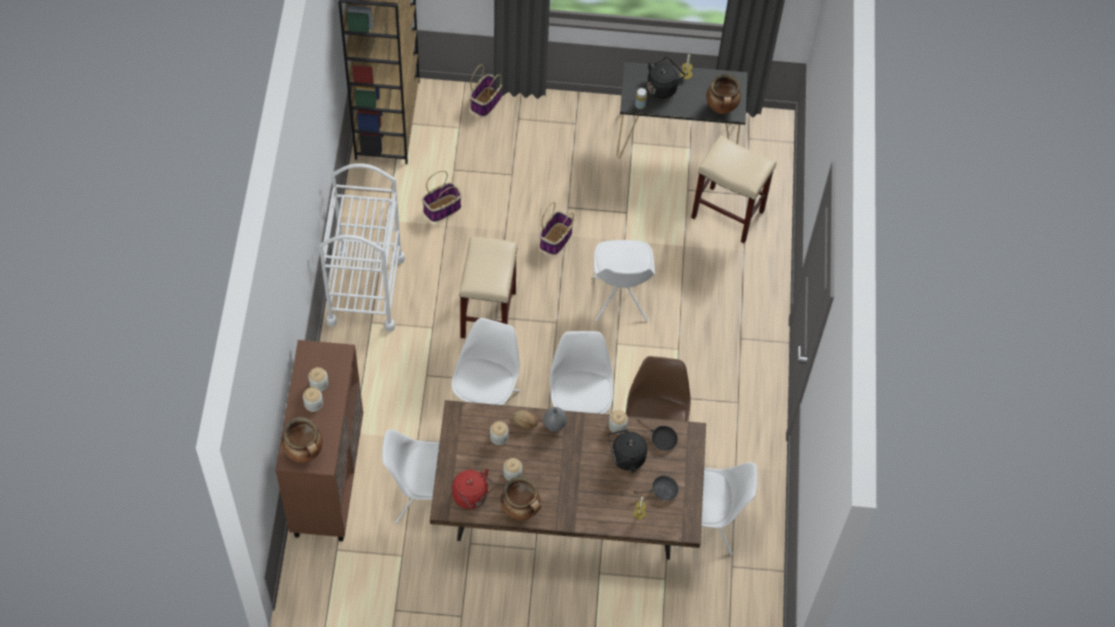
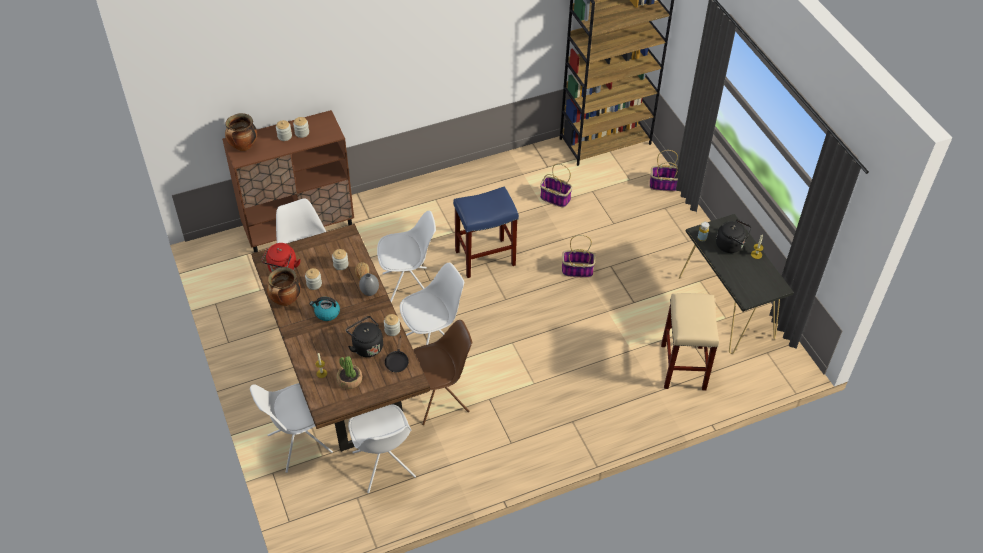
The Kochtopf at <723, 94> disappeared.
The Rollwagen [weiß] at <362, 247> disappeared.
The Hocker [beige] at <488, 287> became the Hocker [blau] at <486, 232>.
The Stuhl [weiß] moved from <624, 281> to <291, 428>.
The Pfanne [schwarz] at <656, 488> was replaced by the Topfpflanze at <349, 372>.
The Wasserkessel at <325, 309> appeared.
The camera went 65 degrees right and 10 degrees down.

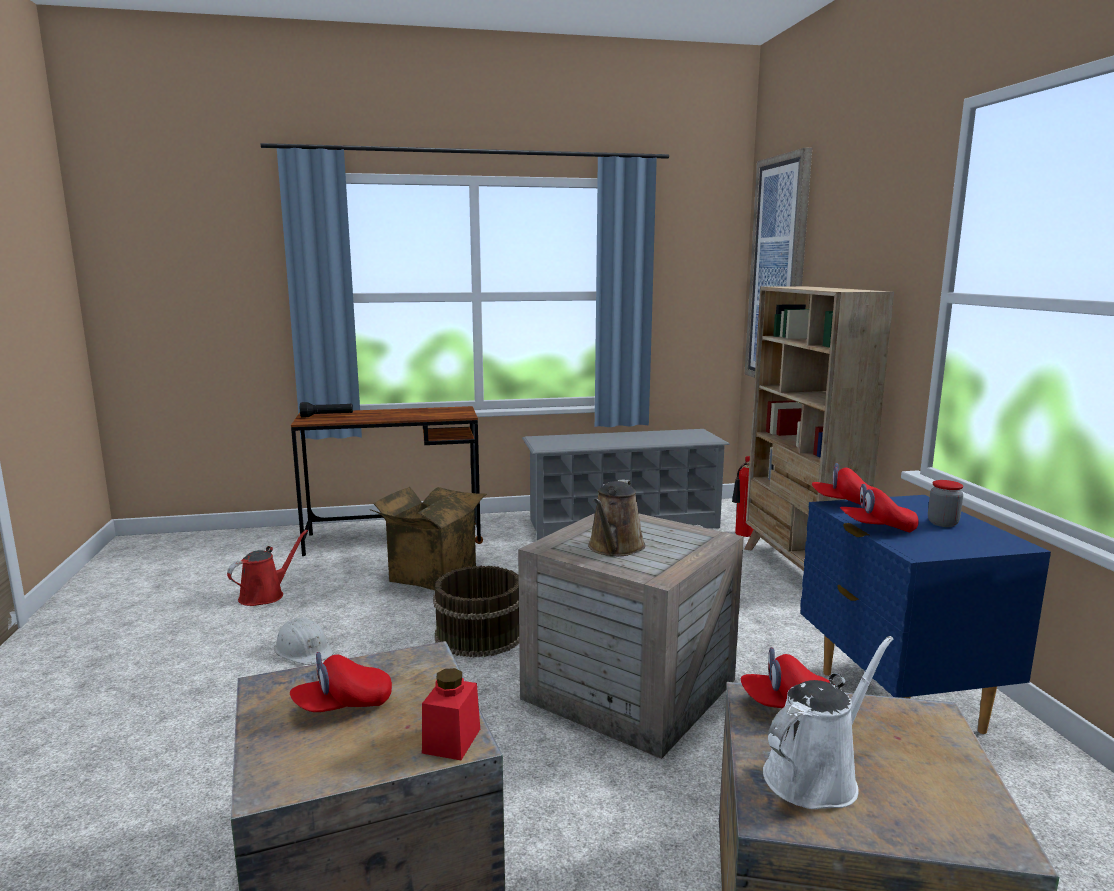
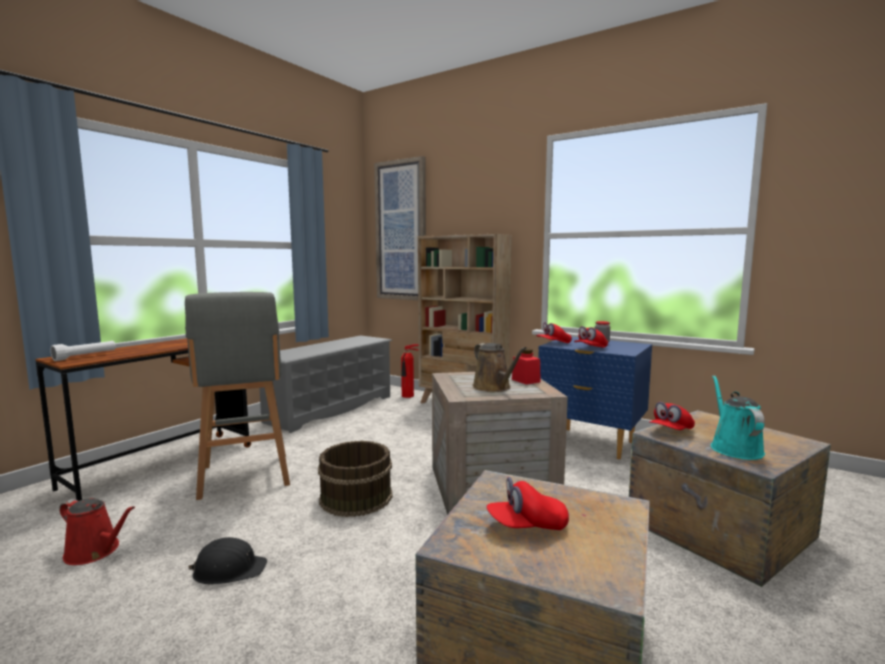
The Taschenlampe [schwarz] at <326, 410> became the Taschenlampe [weiß] at <83, 351>.
The Karton at <428, 538> was replaced by the Hocker [grau] at <237, 396>.
The Gießkanne [rot] at <267, 568> turned 120 degrees clockwise.
The Schutzhelm [weiß] at <304, 641> became the Schutzhelm [schwarz] at <227, 561>.
The Gießkanne [weiß] at <828, 722> became the Gießkanne [türkis] at <738, 417>.
The Kappe [rot] at <341, 682> turned 60 degrees clockwise.
The Vorratsglas [rot] moved from <451, 714> to <526, 366>.
The camera went 45 degrees left and 5 degrees down.

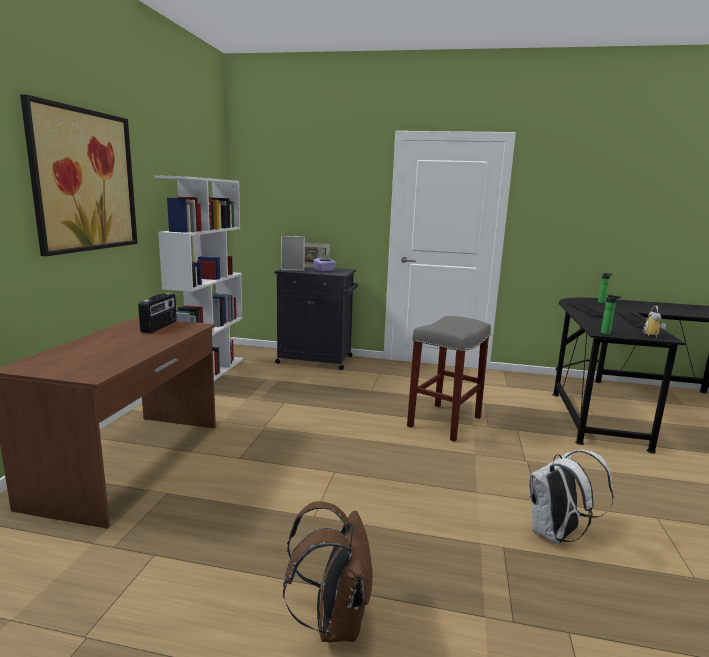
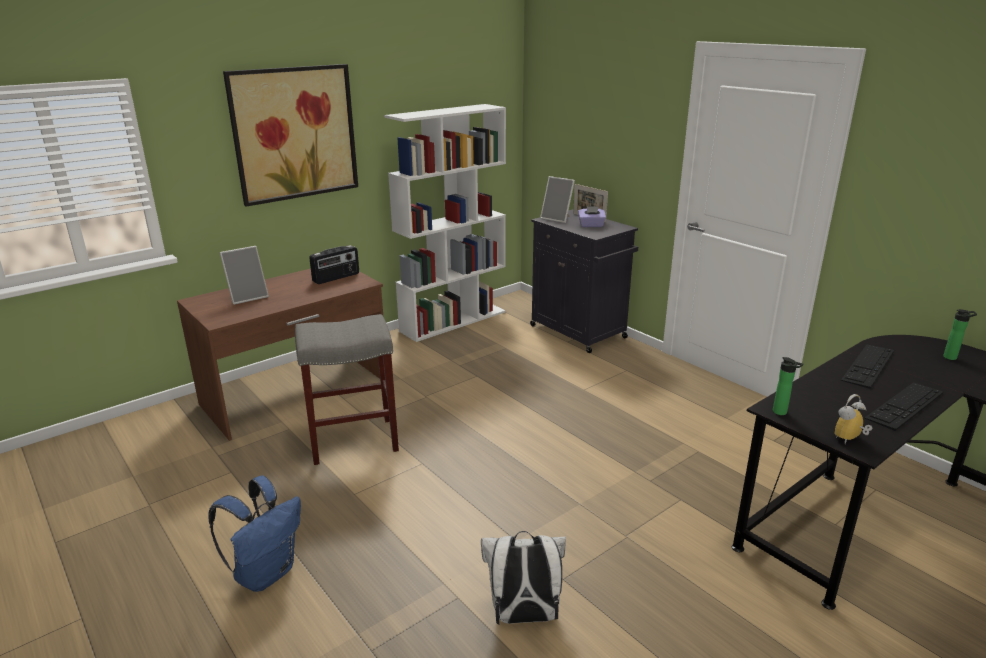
The Hocker [grau] moved from <449, 379> to <347, 389>.
The Rucksack [braun] at <328, 571> became the Rucksack [blau] at <254, 533>.
The Bilderrahmen at <244, 275> appeared.
The camera went 40 degrees right and 10 degrees up.

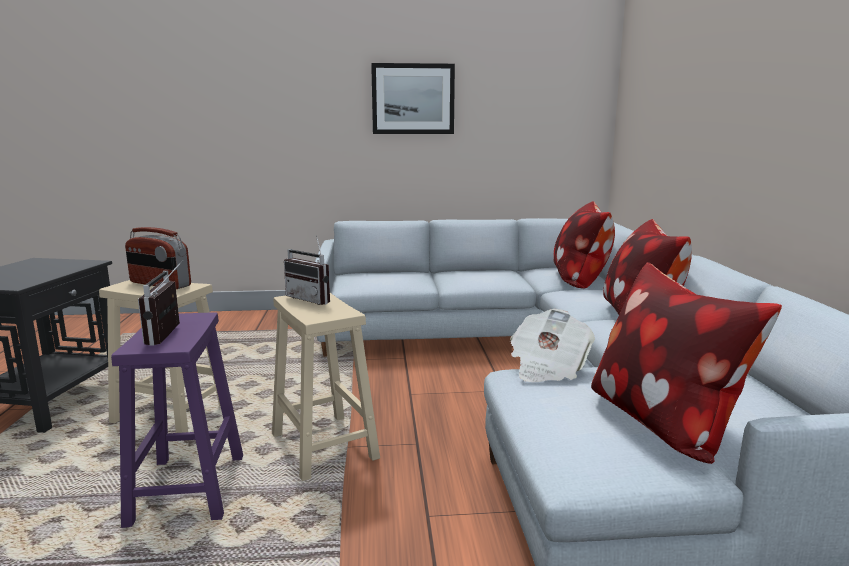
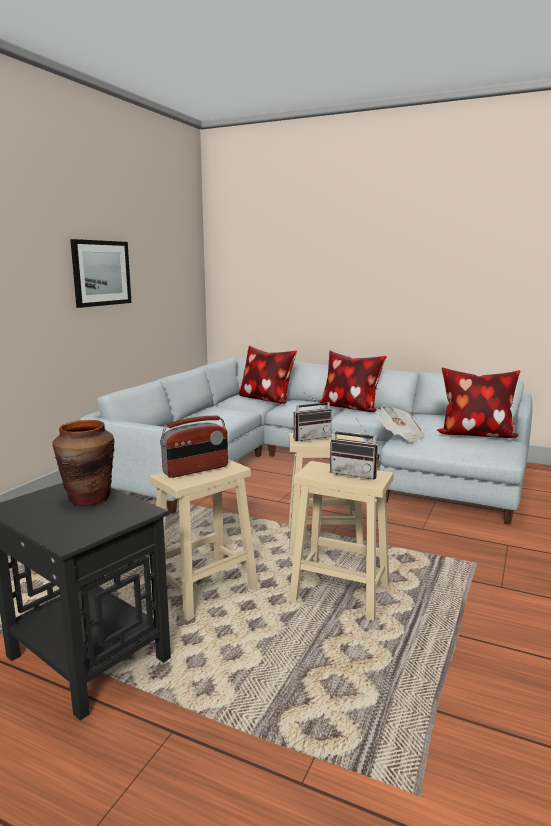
The Hocker [lila] at <177, 420> became the Hocker [beige] at <341, 541>.
The Vase [braun] at <83, 463> appeared.
The camera went 60 degrees left and 0 degrees up.

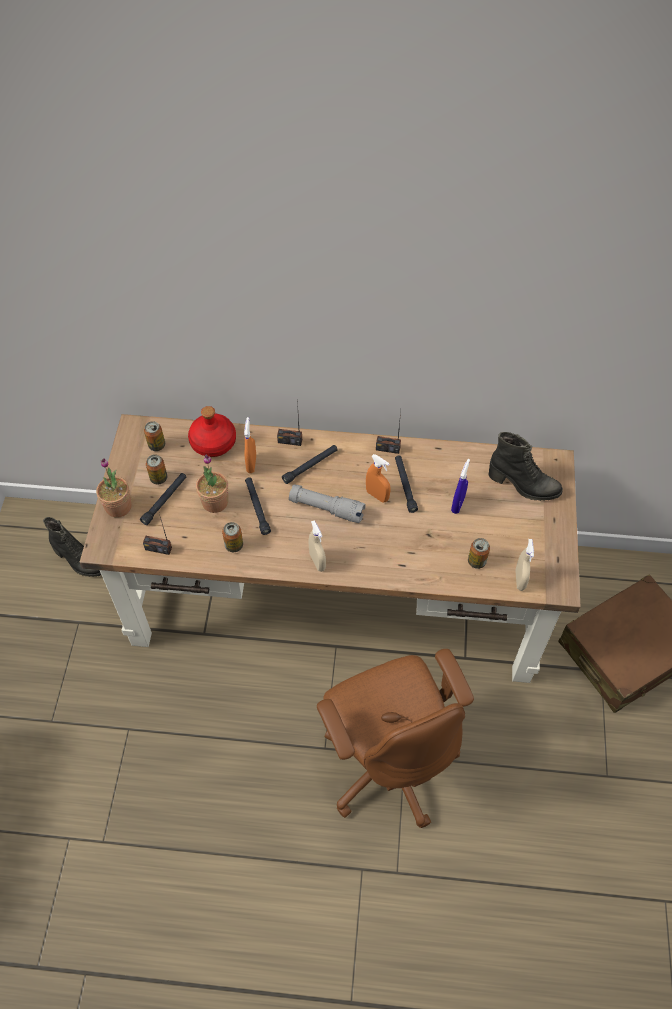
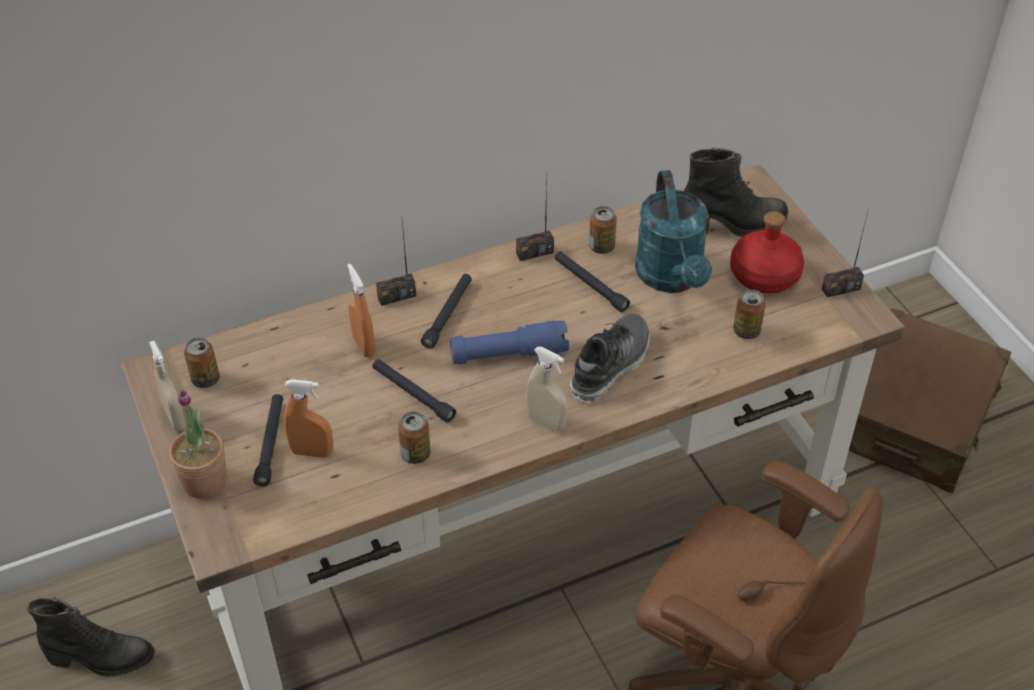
The Flasche [rot] moved from <212, 431> to <767, 252>.
The Sprühflasche [orange] moved from <378, 478> to <308, 418>.
The Dose moved from <156, 470> to <603, 230>.
The Topfpflanze at <212, 484> disappeared.
The Sprühflasche [blau] at <460, 486> was replaced by the Gießkanne [türkis] at <673, 231>.
The Taschenlampe [grau] at <327, 503> became the Taschenlampe [blau] at <509, 342>.
The Radio moved from <157, 532> to <845, 254>.
The Sprühflasche [beige] moved from <524, 565> to <167, 385>.
The Schuh at <610, 358> appeared.
The camera went 30 degrees left and 10 degrees down.

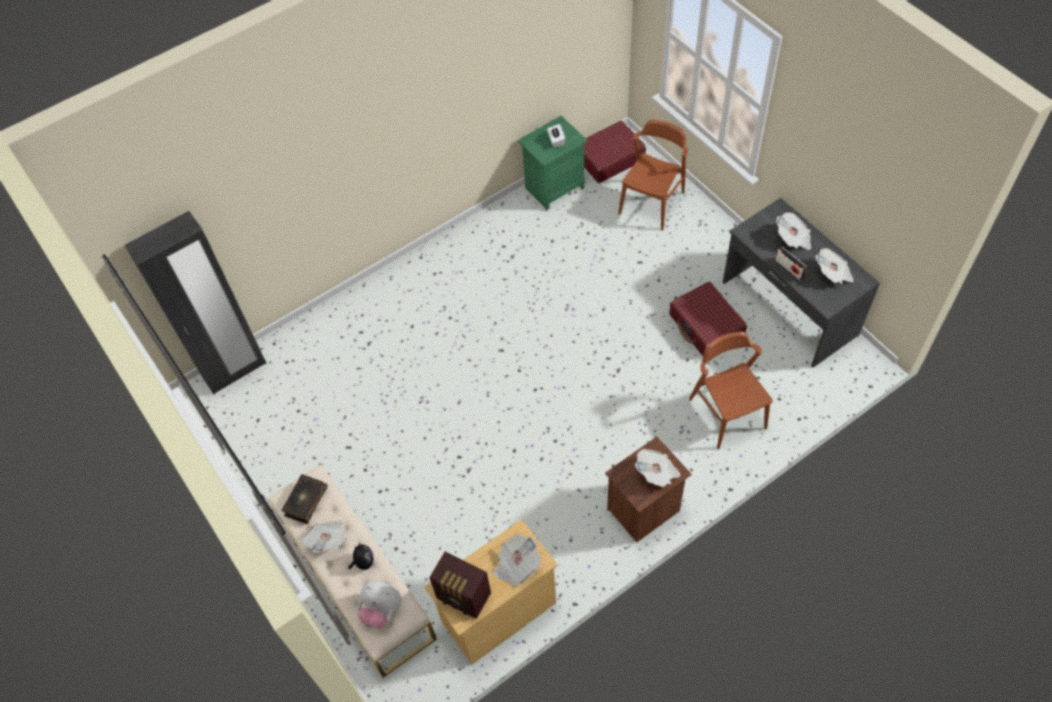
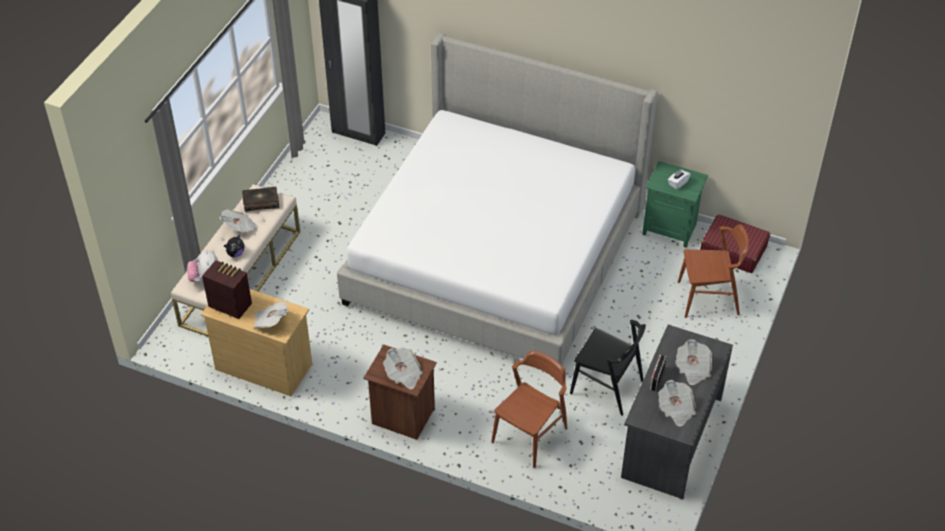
The Koffer [rot] at <708, 319> was replaced by the Stuhl [schwarz] at <608, 368>.
The Radio at <460, 585> turned 120 degrees clockwise.
The Bett at <497, 199> appeared.
The camera went 55 degrees right and 10 degrees down.

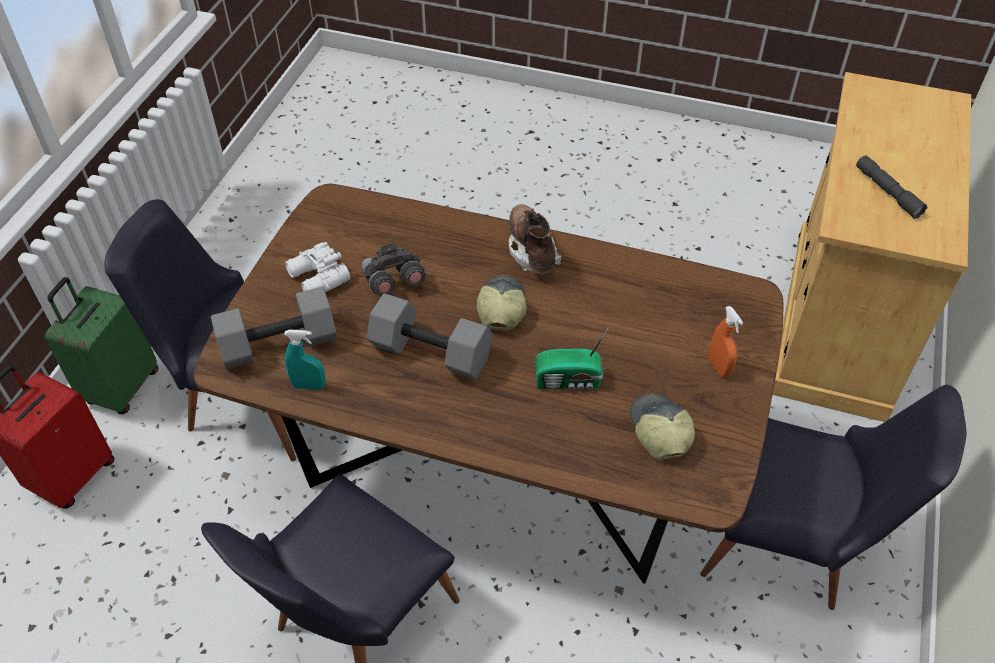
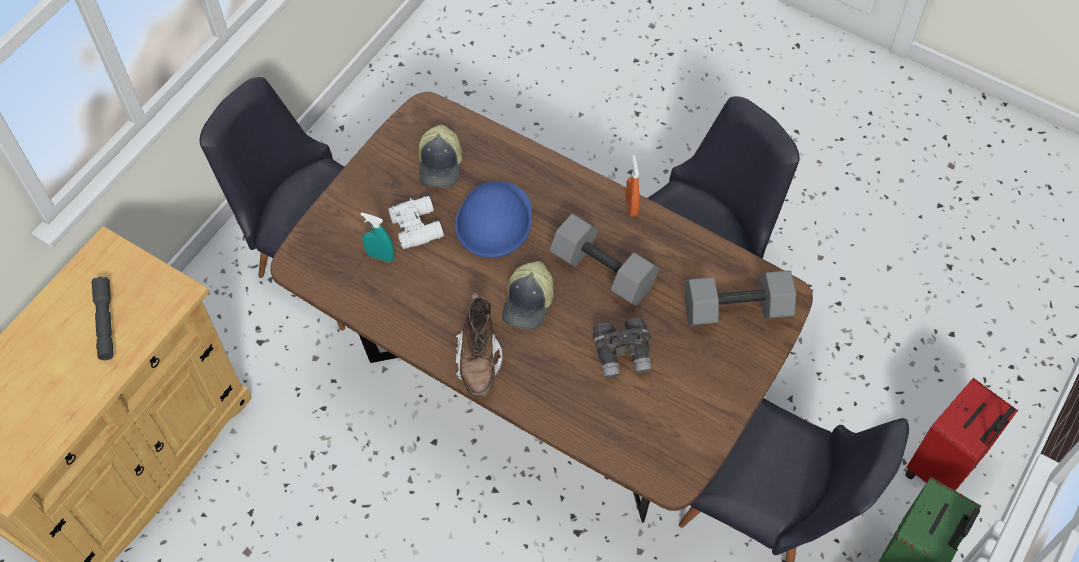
The Fernglas [weiß] moved from <318, 267> to <416, 222>.
The Sprühflasche [orange] moved from <726, 342> to <633, 186>.
The Radio at <571, 359> was replaced by the Schutzhelm [blau] at <493, 219>.
The Sprühflasche [türkis] moved from <305, 360> to <377, 237>.
The camera went 165 degrees left and 10 degrees up.

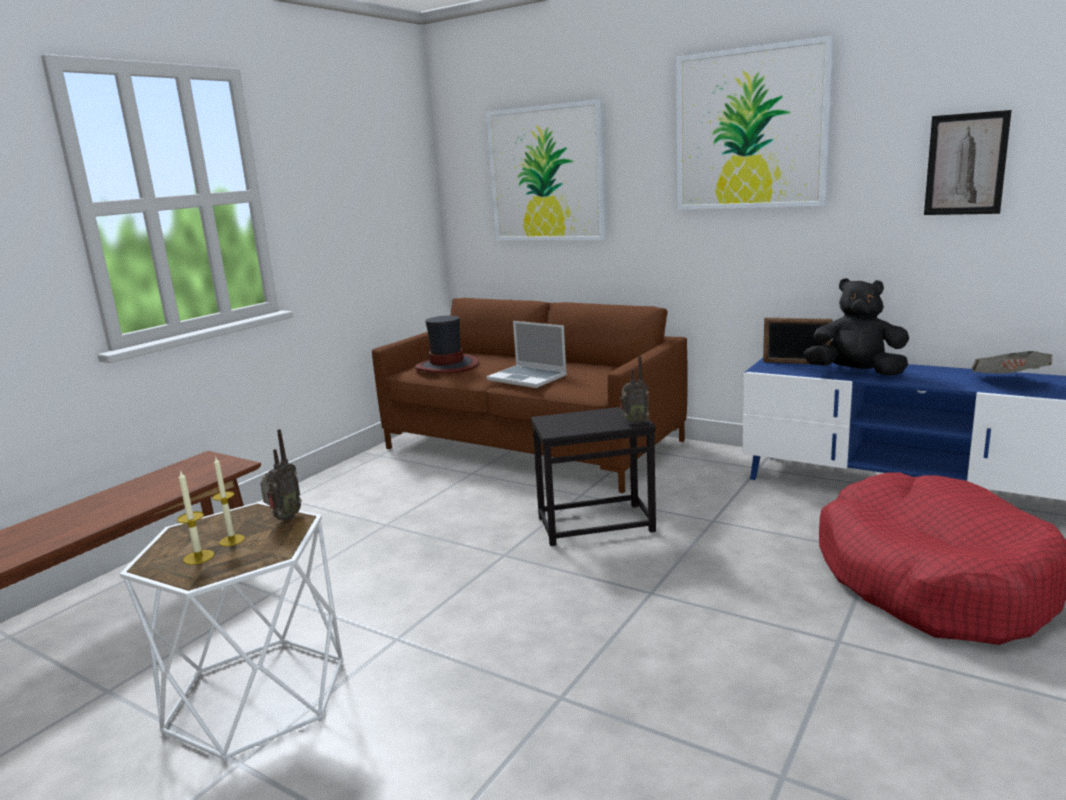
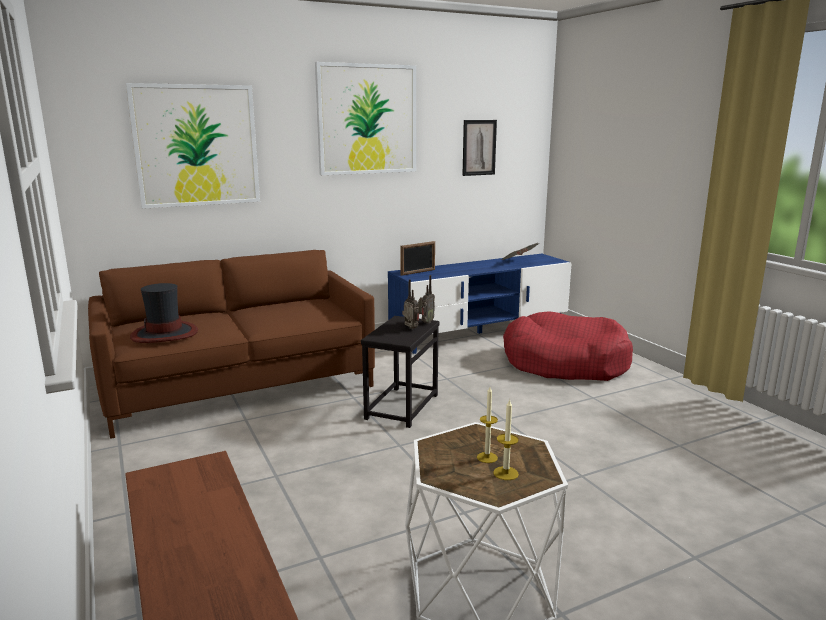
The Plüschtier [schwarz] at <856, 327> disappeared.
The Laptop at <527, 354> disappeared.
The Radio moved from <280, 475> to <410, 304>.
The camera went 60 degrees left and 0 degrees up.

